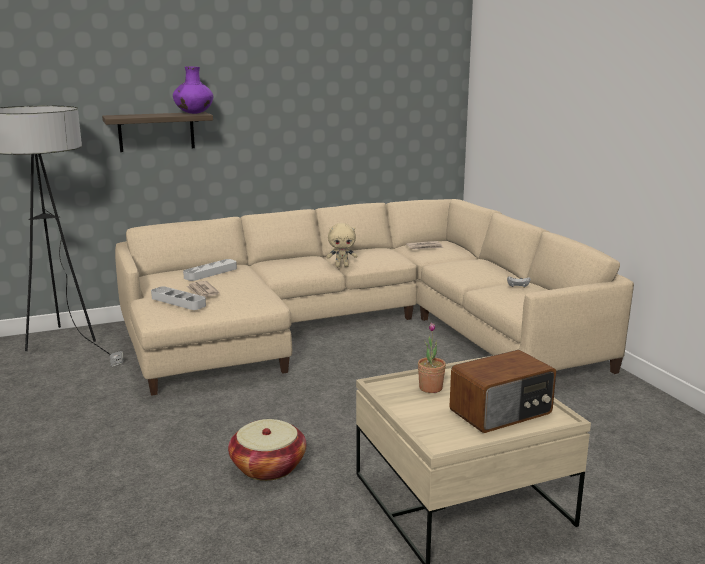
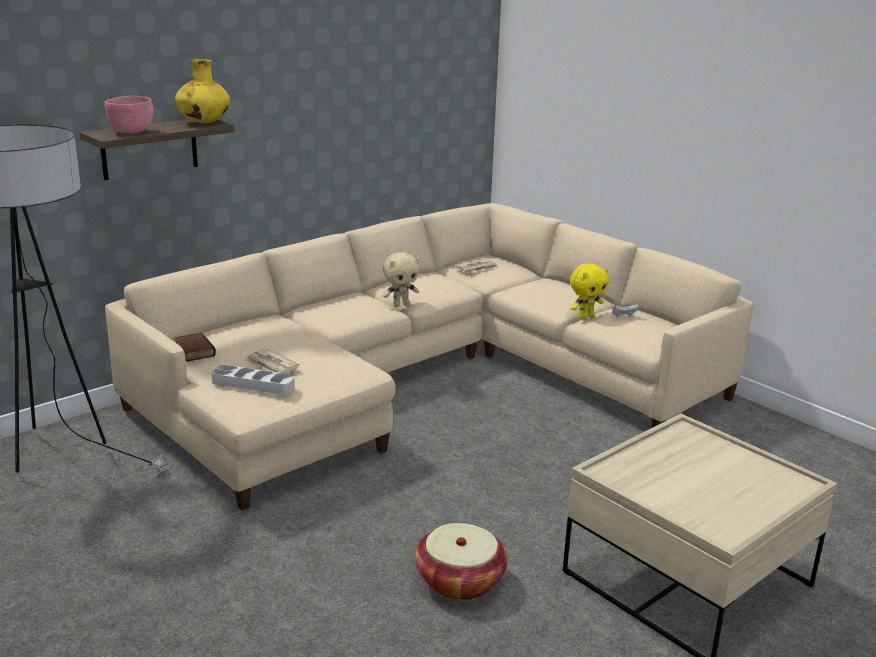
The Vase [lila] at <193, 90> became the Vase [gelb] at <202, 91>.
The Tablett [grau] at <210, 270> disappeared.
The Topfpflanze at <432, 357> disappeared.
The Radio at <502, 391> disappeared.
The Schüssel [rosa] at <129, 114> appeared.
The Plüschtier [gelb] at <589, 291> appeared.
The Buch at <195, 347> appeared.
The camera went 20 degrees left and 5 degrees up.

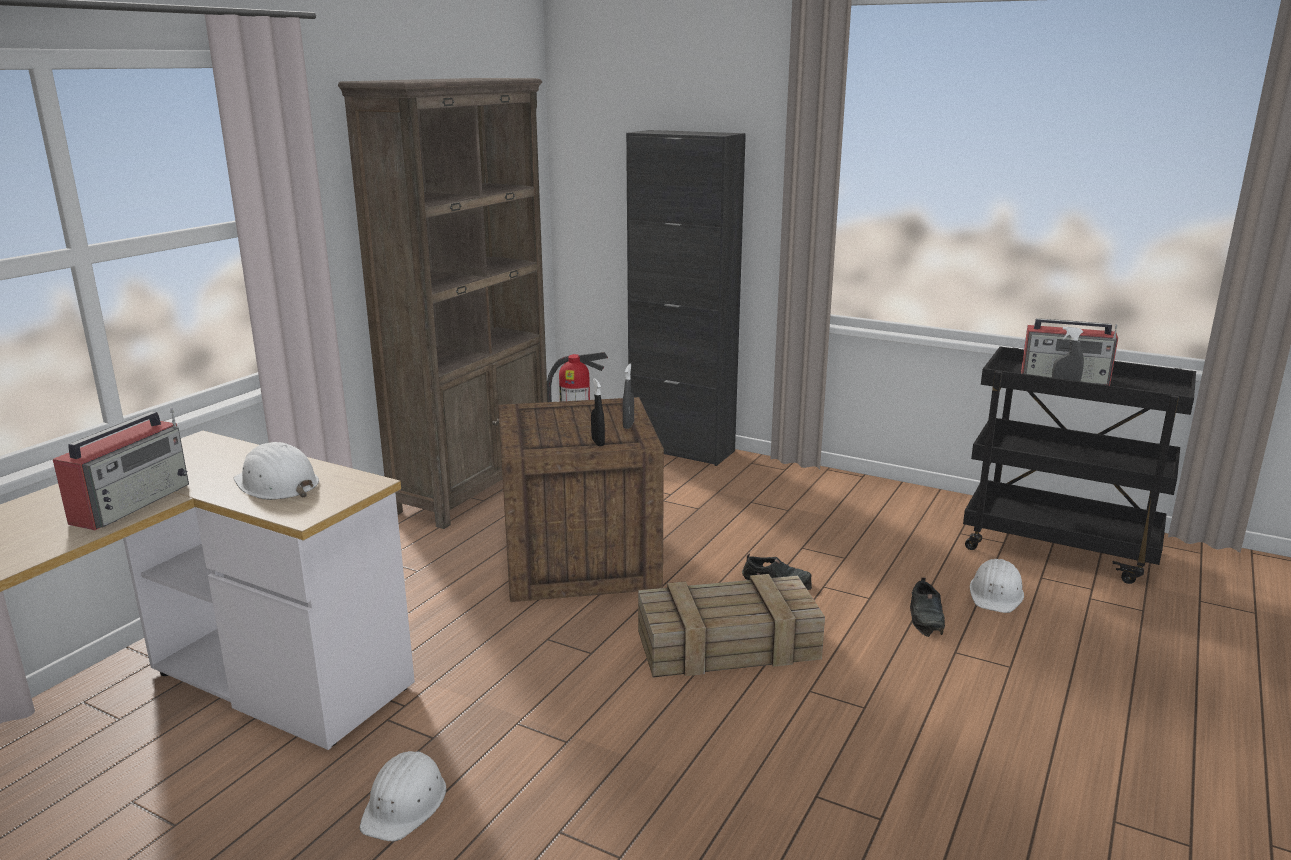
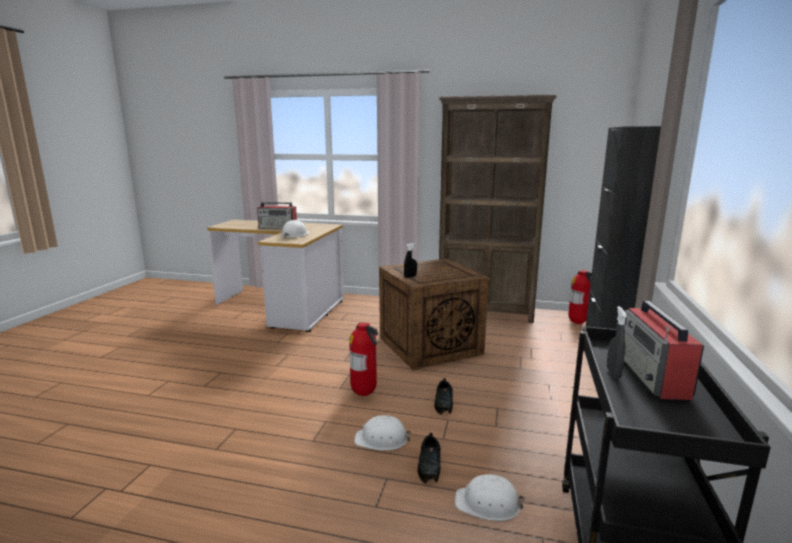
The Sprühflasche [grau] at <628, 396> disappeared.
The Kiste at <731, 626> was replaced by the Feuerlöscher at <363, 359>.
The Schuh [schwarz] at <927, 607> turned 75 degrees counterclockwise.
The Schutzhelm [weiß] moved from <402, 796> to <382, 433>.
The camera went 75 degrees right and 5 degrees down.

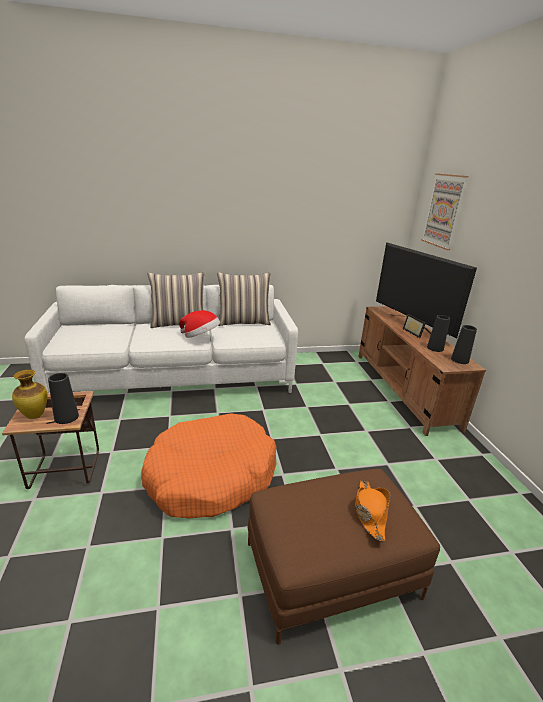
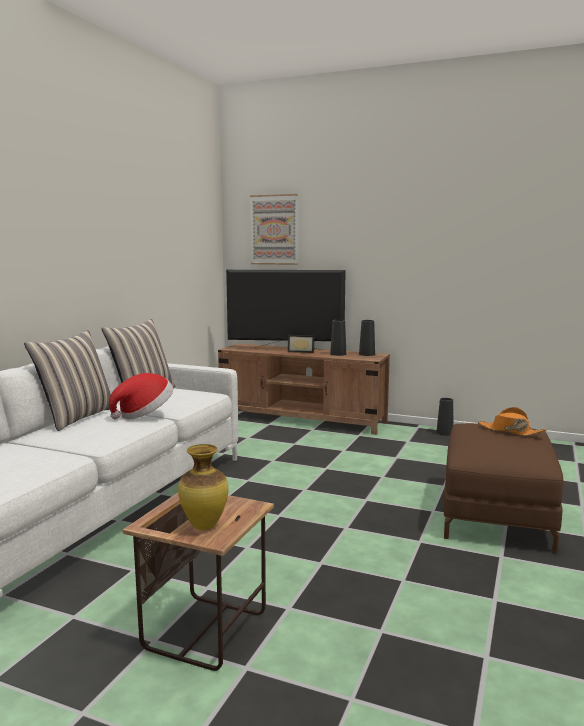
The Vase [schwarz] moved from <63, 398> to <444, 417>.
The Hundebett [orange] at <209, 466> disappeared.
The camera went 55 degrees left and 15 degrees down.

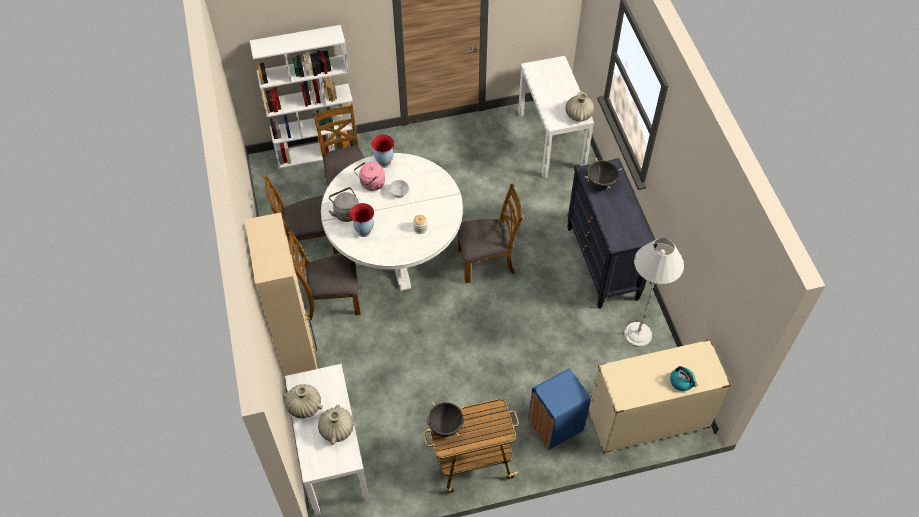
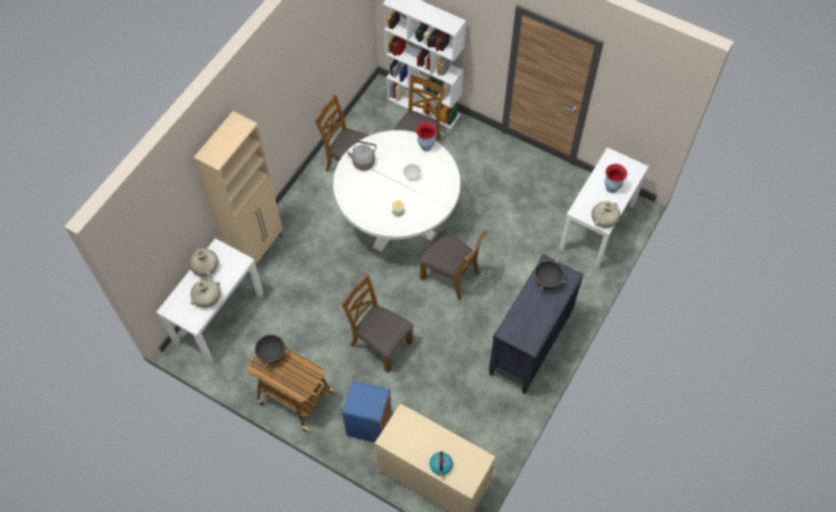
The Wasserkessel [rosa] at <369, 176> disappeared.
The Vase moved from <362, 220> to <616, 178>.
The Stuhl [braun] moved from <324, 275> to <377, 324>.
The Stehlampe [weiß] at <654, 292> disappeared.
The camera went 45 degrees right and 5 degrees up.

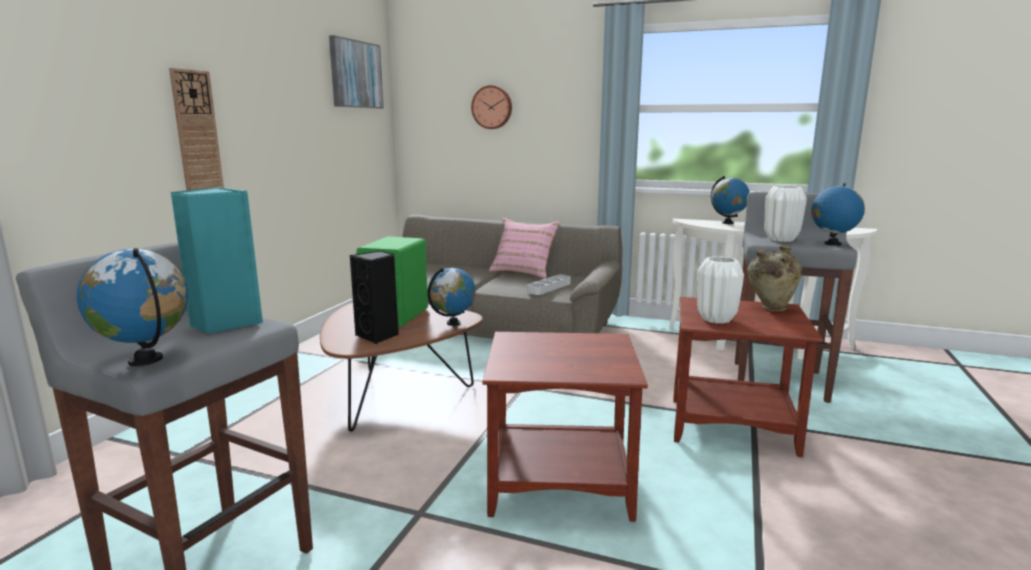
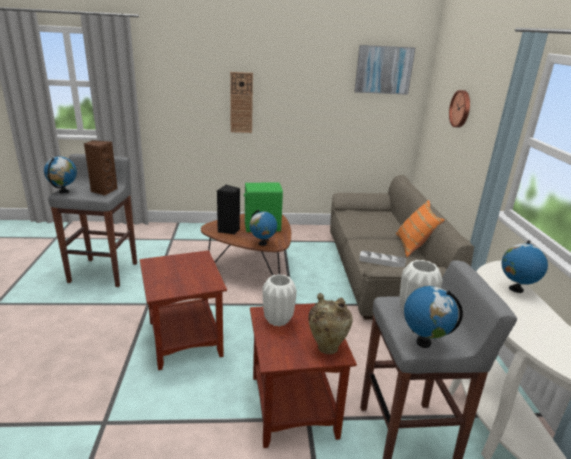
The Lautsprecher [türkis] at <217, 260> became the Lautsprecher [braun] at <101, 168>.
The Kissen [rosa] at <524, 248> became the Kissen [orange] at <420, 228>.
The camera went 65 degrees right and 10 degrees up.

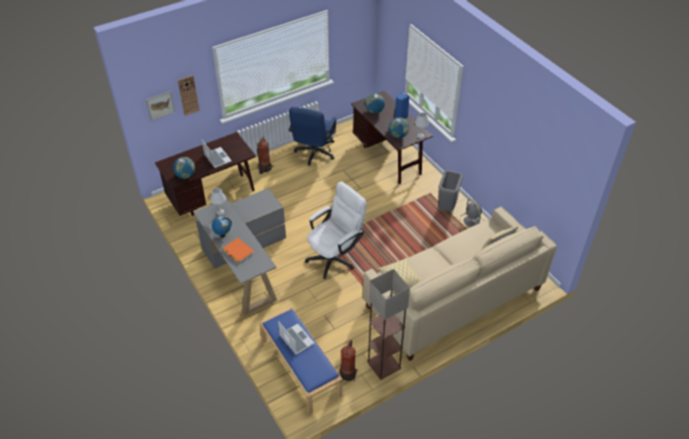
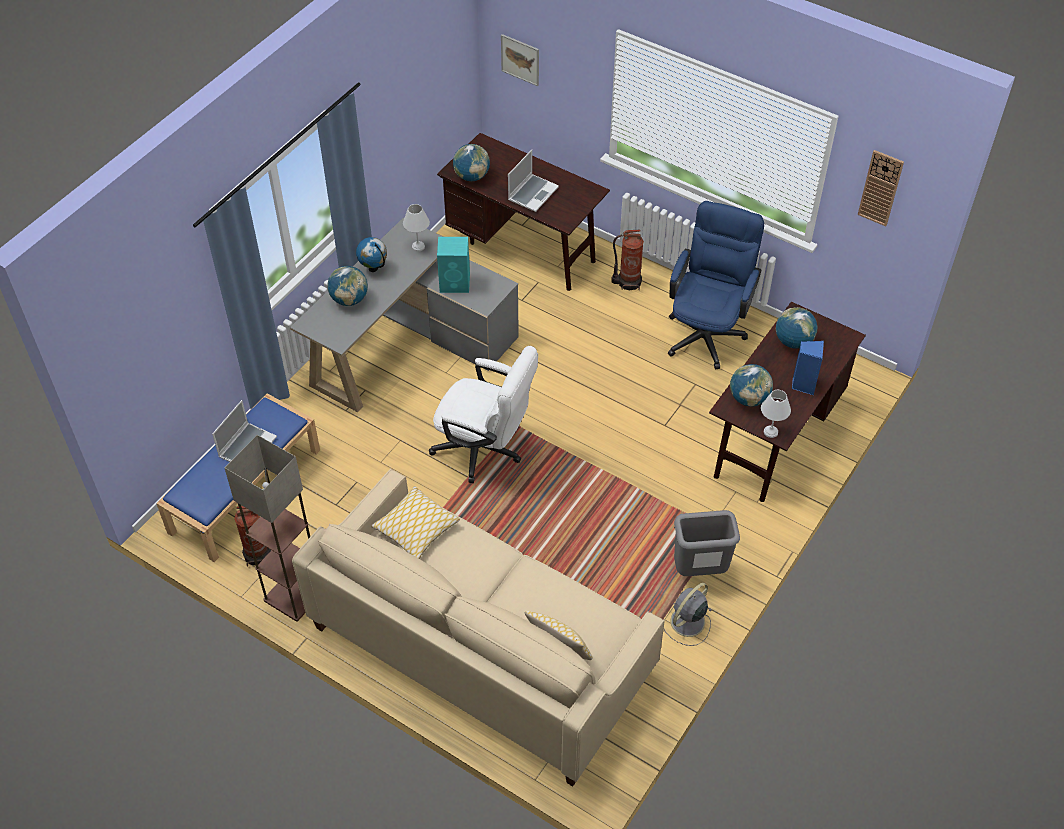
The Wanduhr moved from <189, 95> to <881, 188>.
The Bürostuhl [blau] at <312, 136> turned 120 degrees clockwise.
The Buch [orange] at <238, 250> was replaced by the Globus at <347, 286>.
The Lautsprecher [türkis] at <453, 265> appeared.
The camera went 65 degrees right and 5 degrees up.

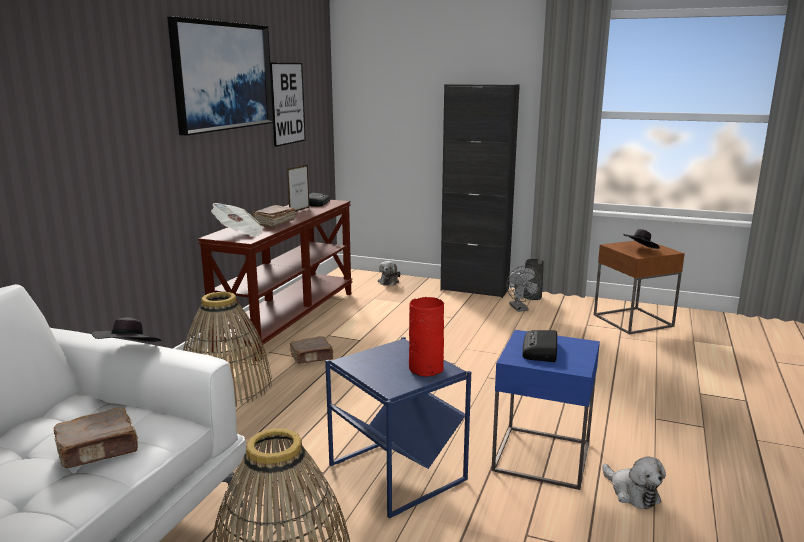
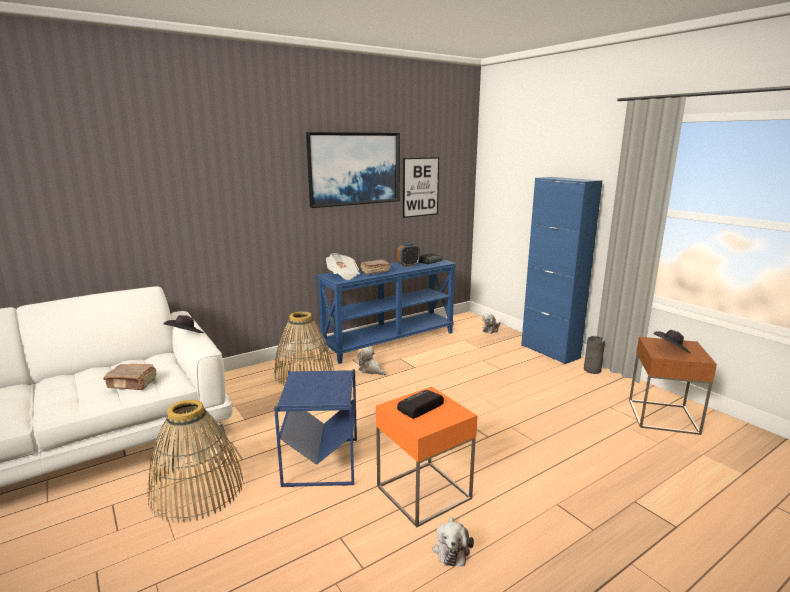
The Schrank [schwarz] at <480, 191> became the Schrank [blau] at <562, 270>.
The Bilderrahmen at <298, 188> was replaced by the Wecker at <408, 255>.
The Konsolentisch [braun] at <275, 281> became the Konsolentisch [blau] at <386, 311>.
The Ventilator [grau] at <523, 289> disappeared.
The Vase [rot] at <426, 337> disappeared.
The Beistelltisch [blau] at <545, 410> became the Beistelltisch [orange] at <427, 457>.
The Buch [braun] at <312, 350> was replaced by the Plüschtier at <372, 361>.
The camera went 35 degrees right and 0 degrees up.

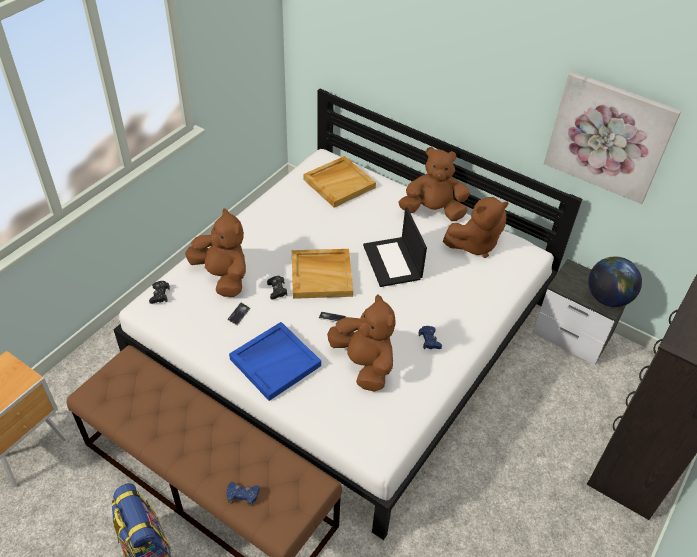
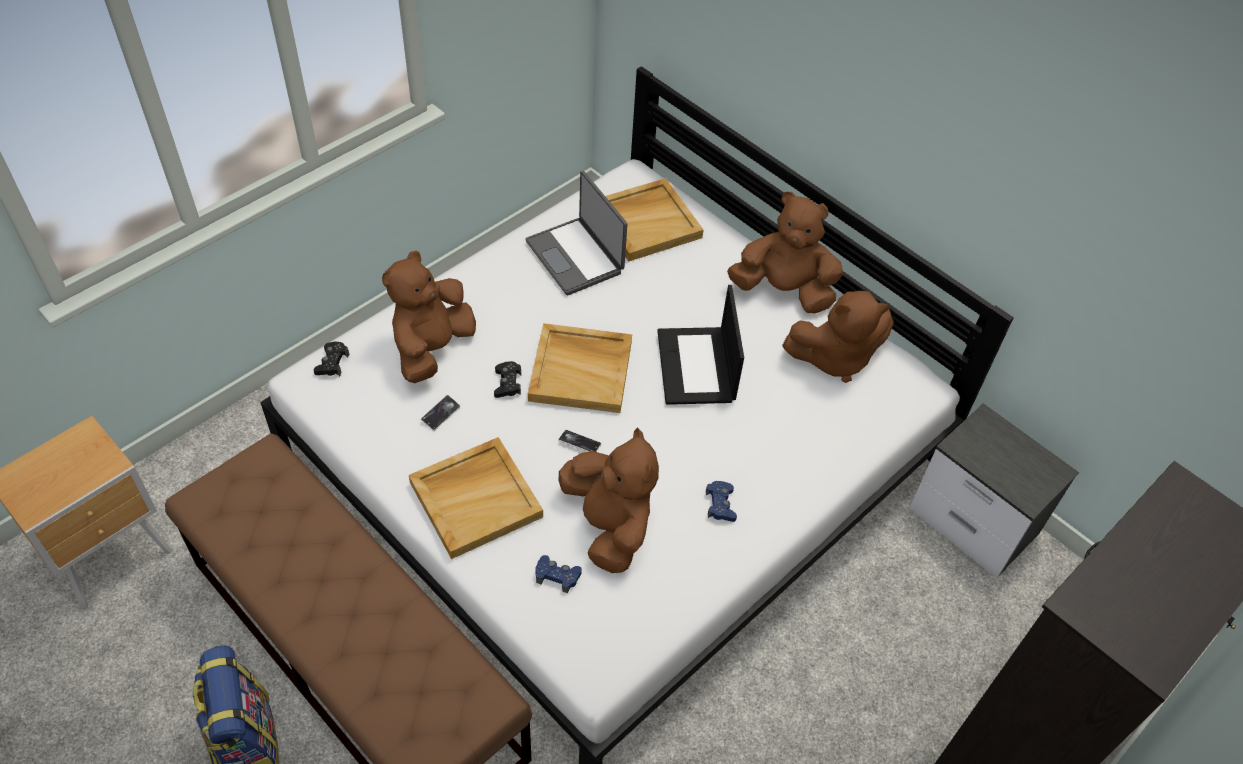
The Bild at <612, 138> disappeared.
The Plüschtier [braun] at <215, 252> turned 120 degrees counterclockwise.
The Globus at <615, 281> disappeared.
The Tablett [blau] at <275, 361> became the Tablett [beige] at <476, 498>.
The Gamepad [blau] moved from <243, 494> to <558, 574>.
The Laptop at <576, 233> appeared.
The camera went 10 degrees right and 5 degrees up.

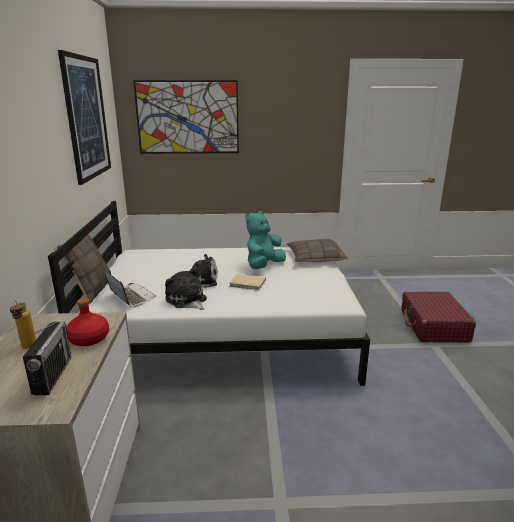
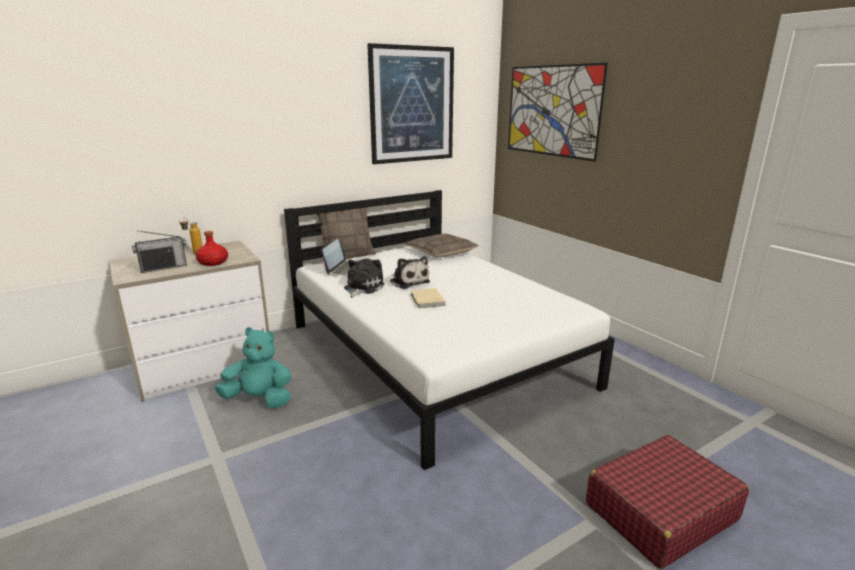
The Plüschtier [türkis] moved from <266, 240> to <253, 367>.
The Kissen moved from <317, 251> to <441, 245>.
The camera went 60 degrees right and 0 degrees up.

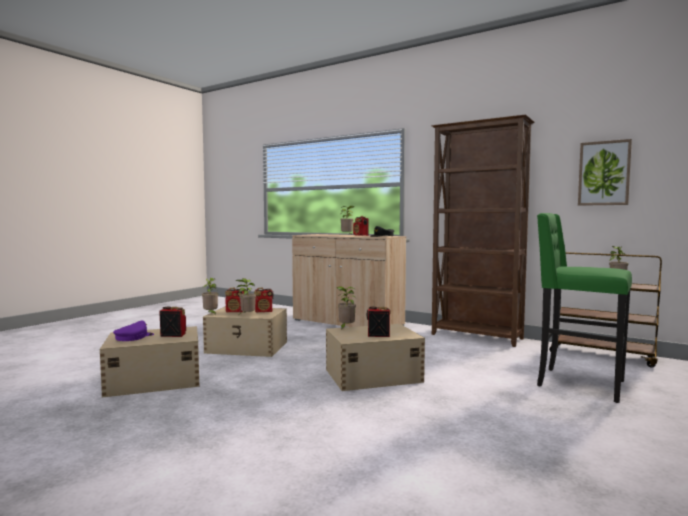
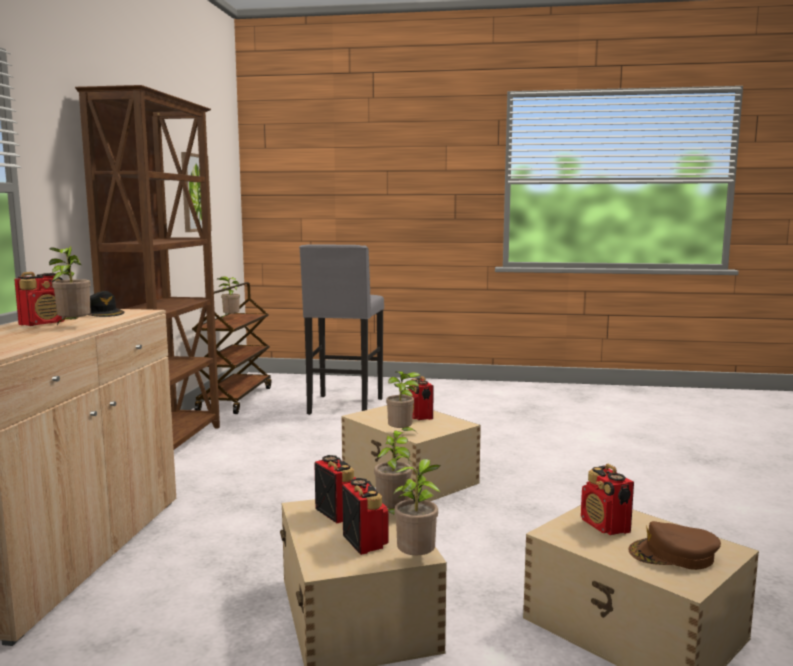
The Hocker [grün] at <584, 308> became the Hocker [grau] at <341, 329>.
The Kappe [lila] at <133, 331> became the Kappe [braun] at <675, 545>.
The camera went 115 degrees left and 5 degrees up.

